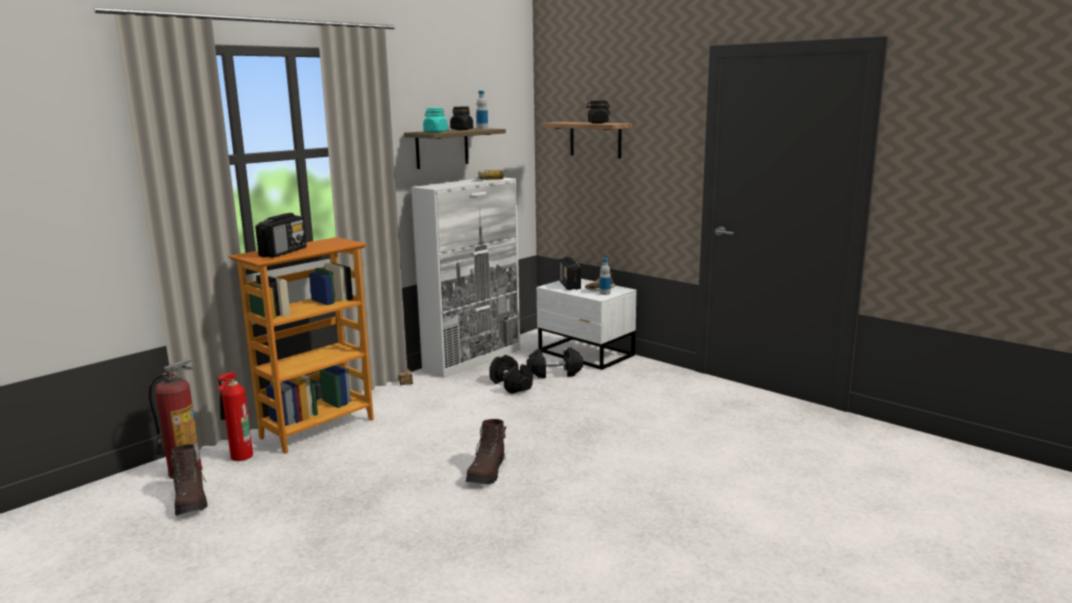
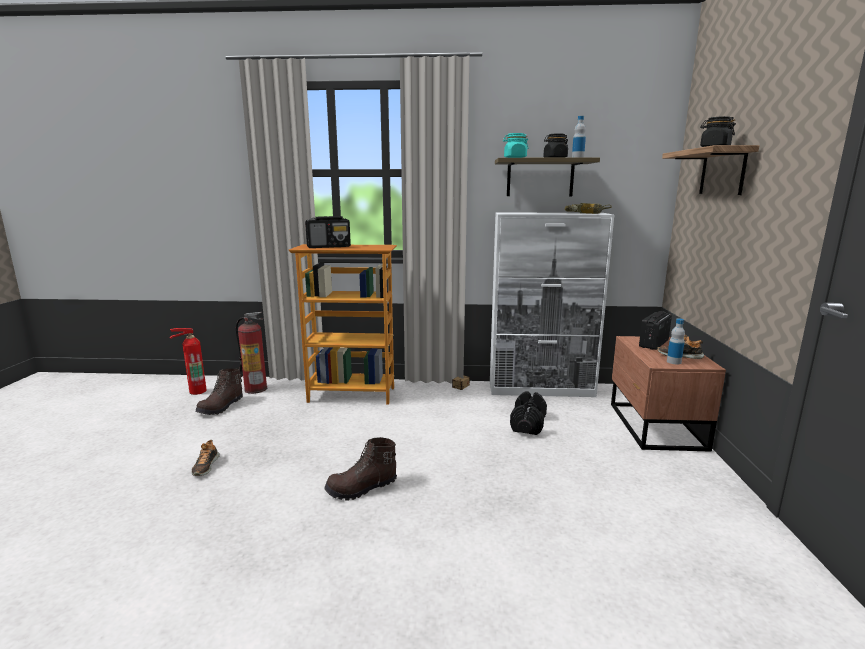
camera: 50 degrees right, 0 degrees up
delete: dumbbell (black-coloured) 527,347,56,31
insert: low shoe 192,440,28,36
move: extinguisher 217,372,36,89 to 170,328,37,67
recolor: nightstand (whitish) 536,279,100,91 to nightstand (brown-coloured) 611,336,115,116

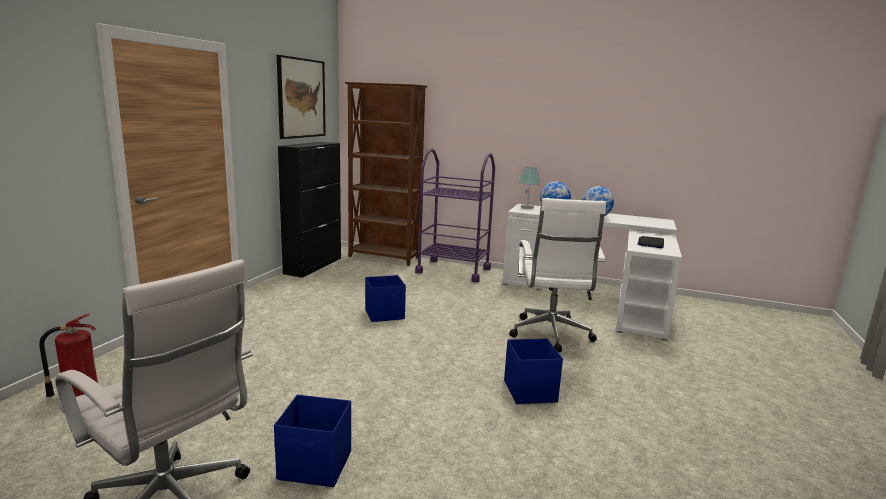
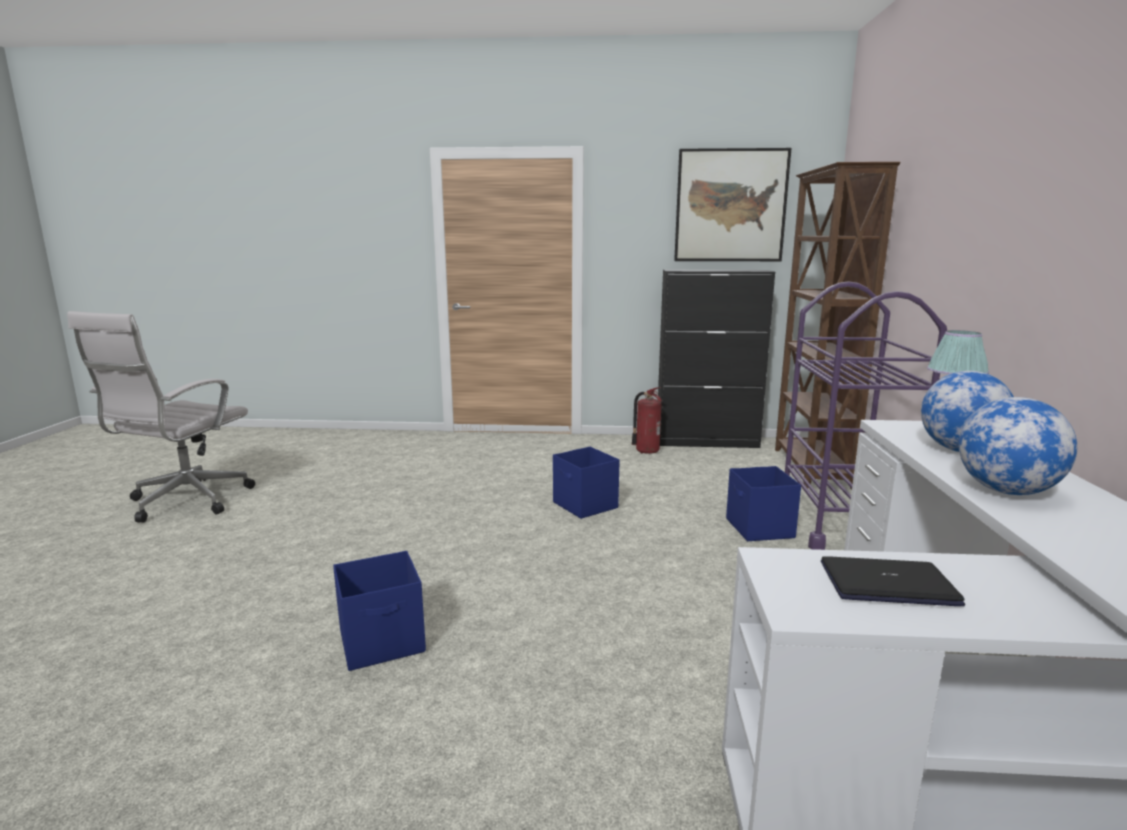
camera: 75 degrees right, 0 degrees up
delete: office chair (whitish) 509,198,97,154
move: extinguisher 39,314,59,83 to 632,387,30,67; storage container (bluish) 274,394,77,93 to 726,466,75,75

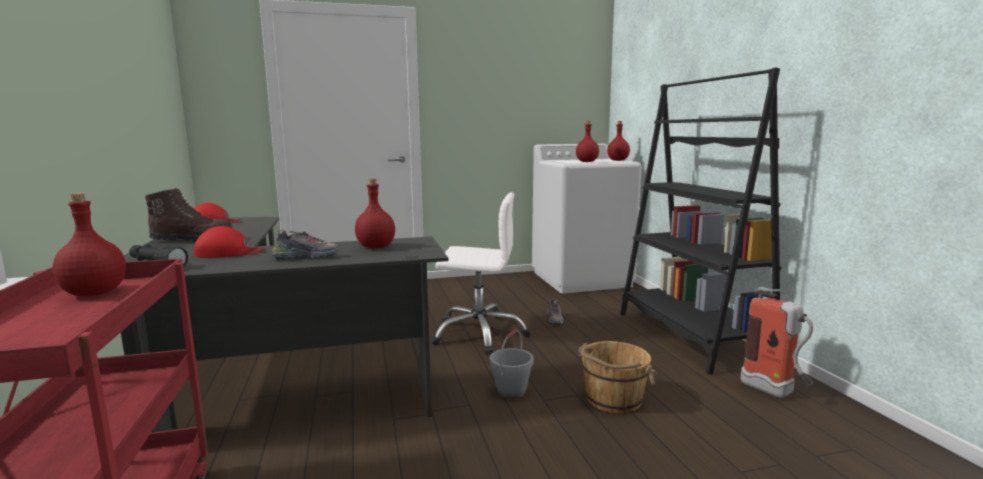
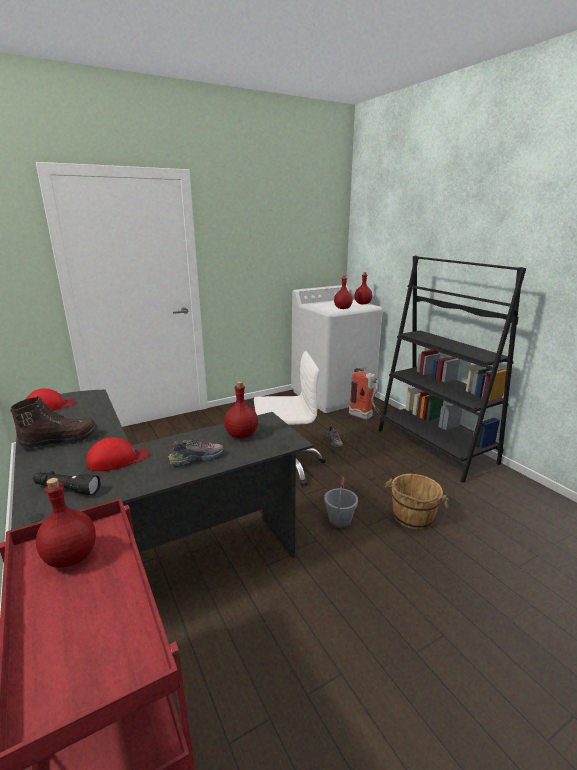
camera: 15 degrees left, 10 degrees up
move: extinguisher 740,287,74,111 to 349,366,31,54

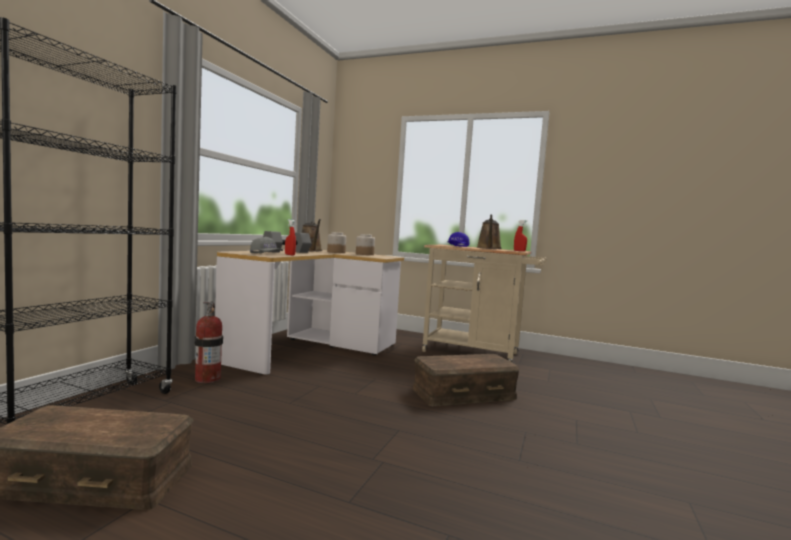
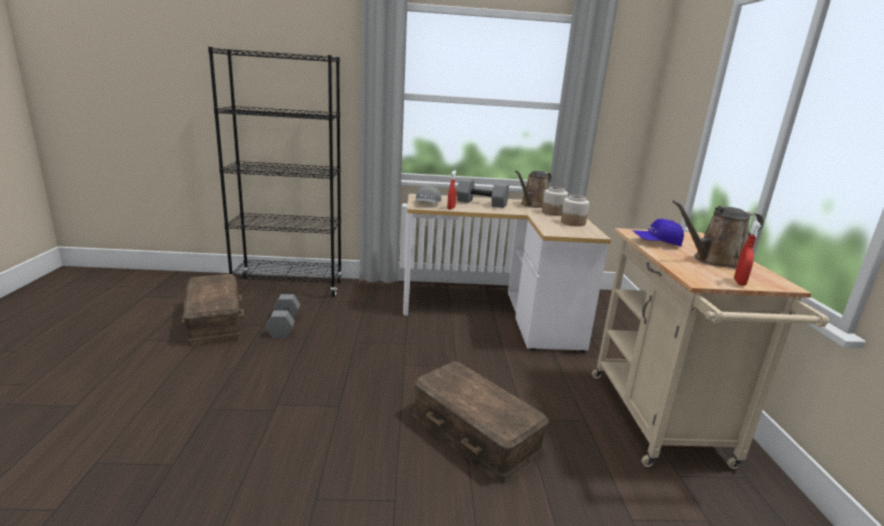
camera: 65 degrees right, 15 degrees up
delete: extinguisher 195,301,28,82
insert: dumbbell (grey) 265,294,35,44

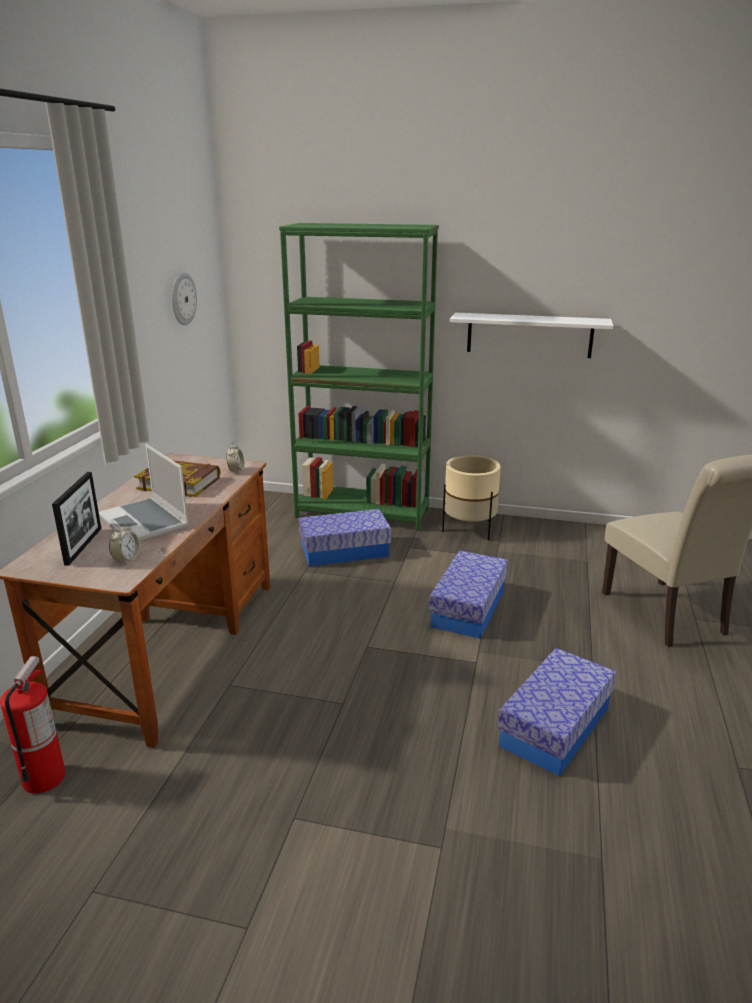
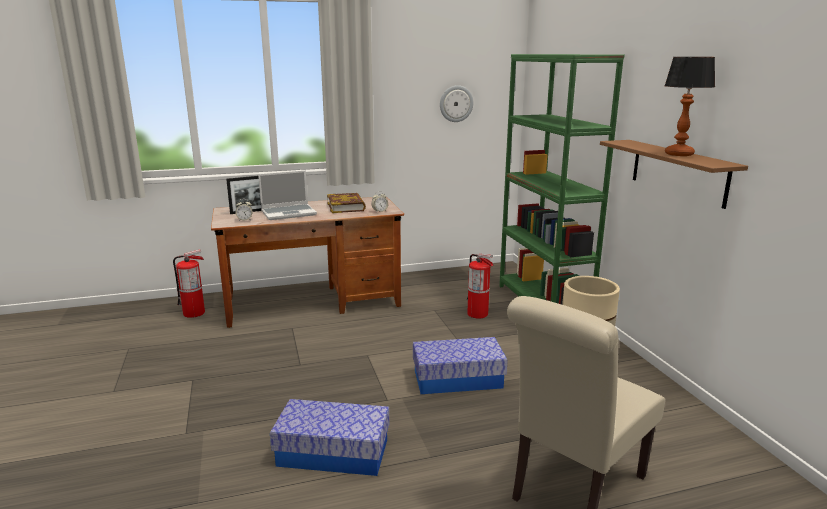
camera: 60 degrees right, 5 degrees down
insert: tabletop lamp 664,57,51,99
replace: storage container 299,509,92,57 to extinguisher 467,254,27,65
recolor: wall shelf (whitish) 450,312,163,46 to wall shelf (brown-coloured) 600,140,148,69
rotate: notebook computer 99,444,90,97 = 258,170,59,50 135 degrees counterclockwise

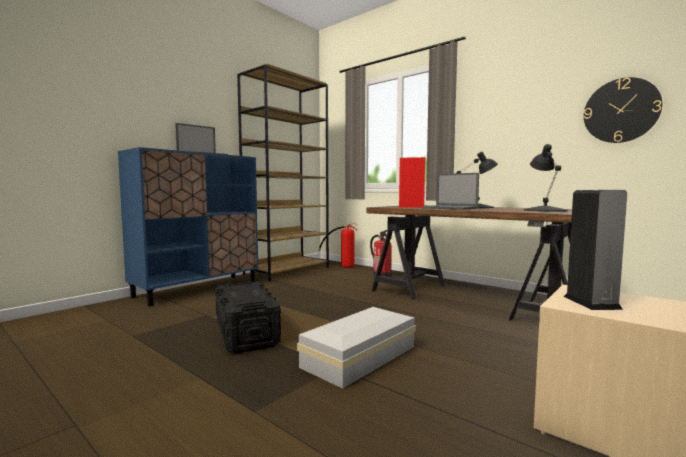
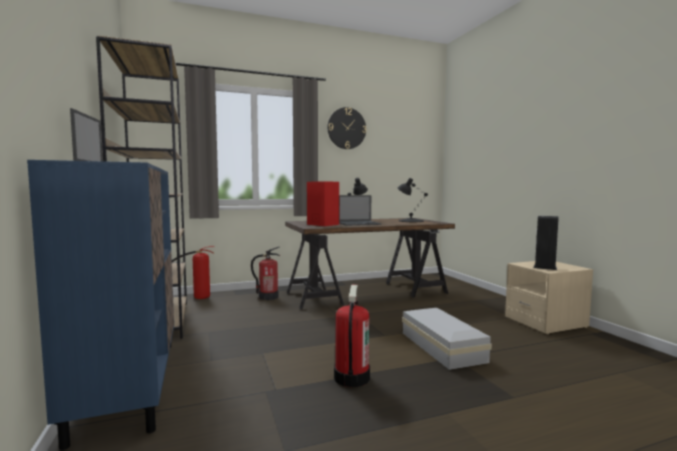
camera: 60 degrees left, 0 degrees up
move: hanging clock 584,77,78,66 to 328,107,38,42
replace: storage container (black-coloured) 215,282,66,71 to extinguisher 334,285,36,102

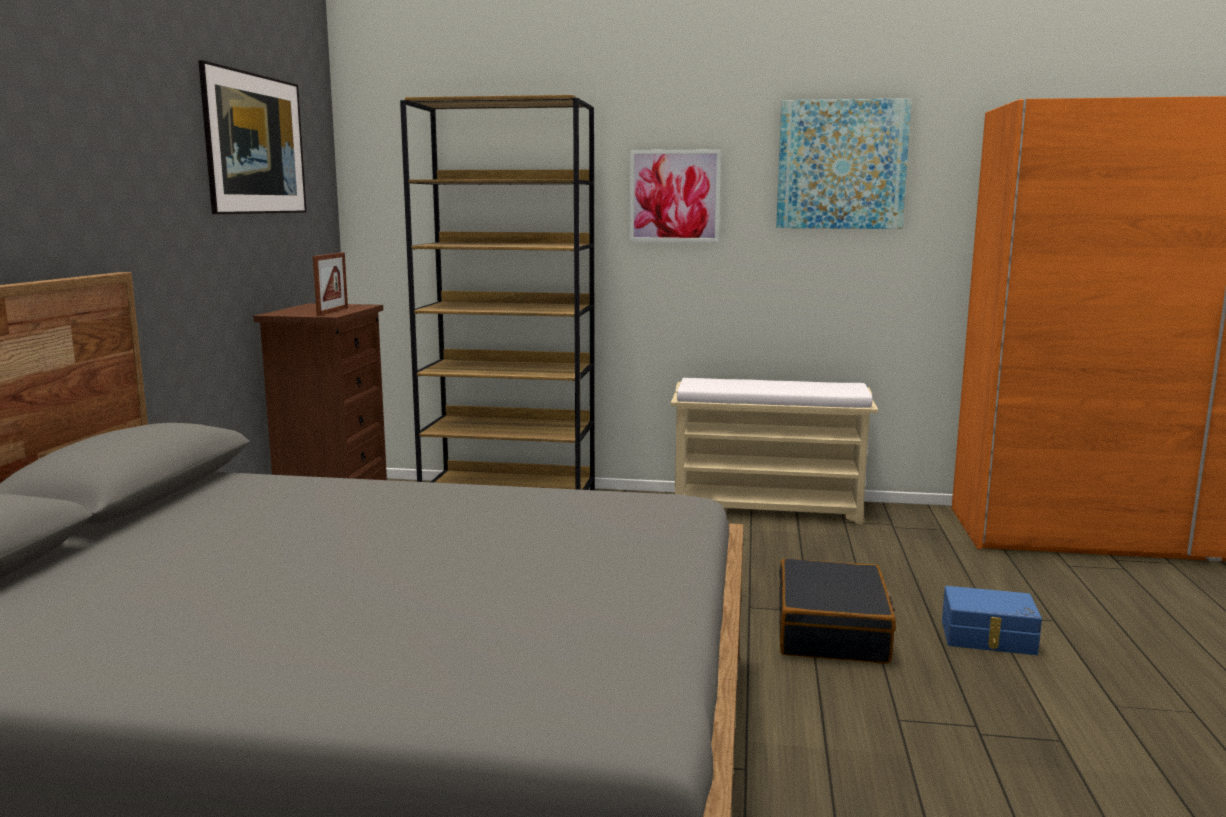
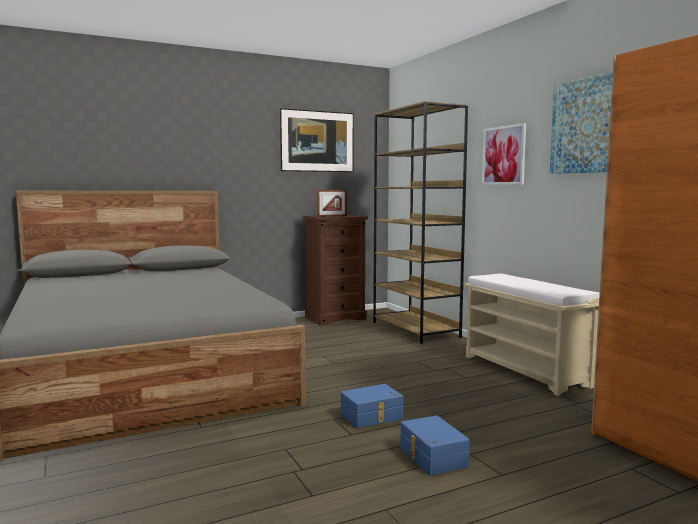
camera: 55 degrees right, 5 degrees down
replace: piece of luggage (black-coloured) 779,558,117,106 to storage container (bluish) 341,384,62,44

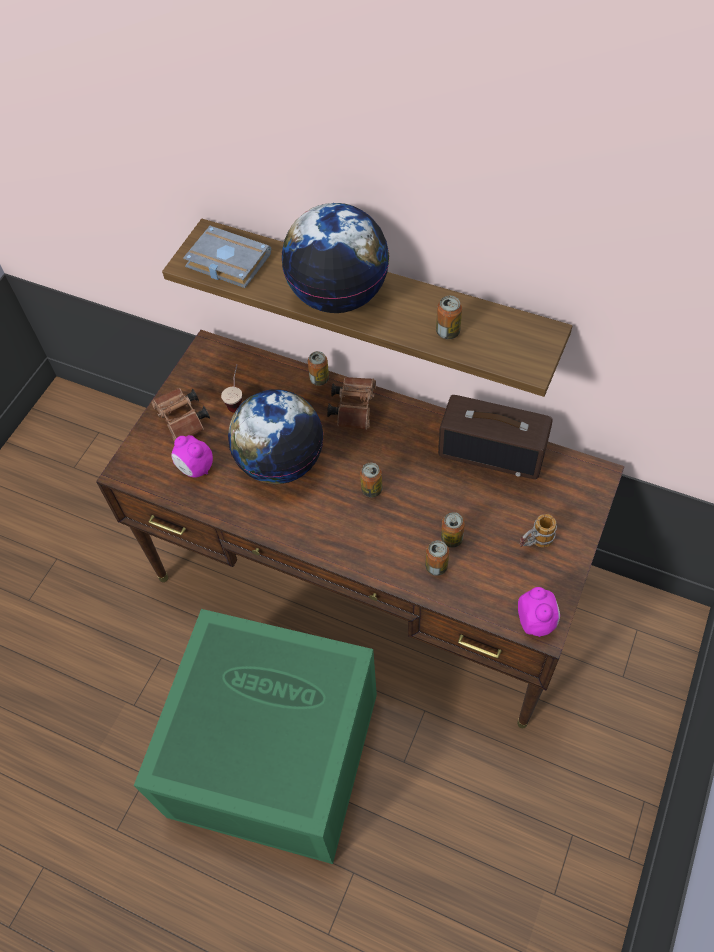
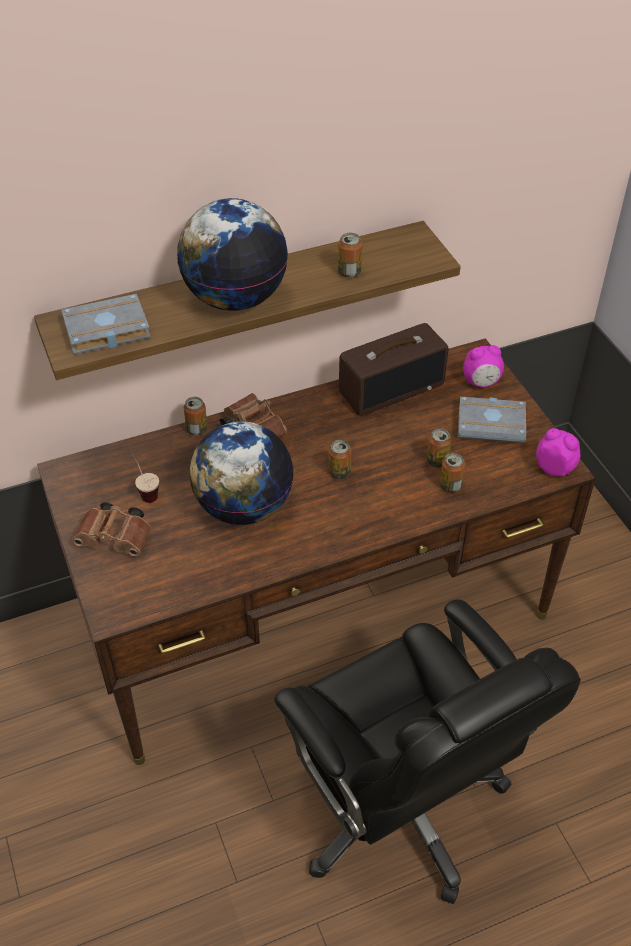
camera: 50 degrees left, 10 degrees down
move: table clock 171,435,42,43 to 463,345,41,42
replace: storage container (green-coloured) 134,609,243,255 to office chair (black-coloured) 275,599,306,305; mug 520,514,37,33 to book (grey) 458,396,68,48

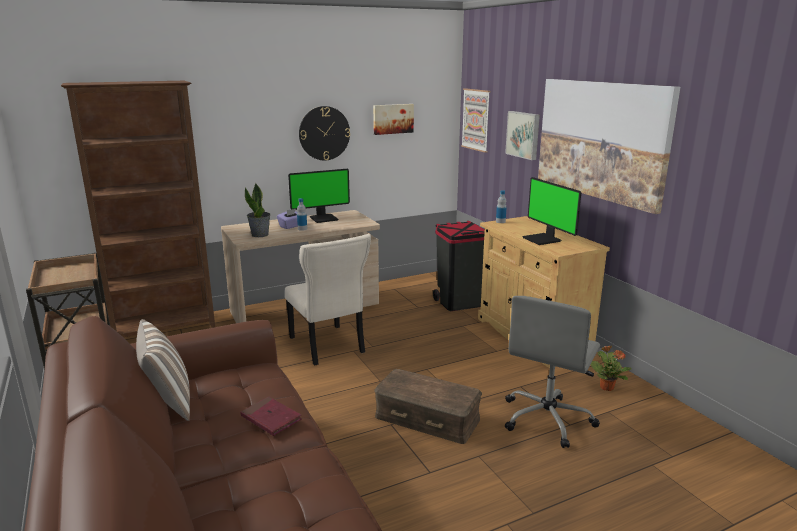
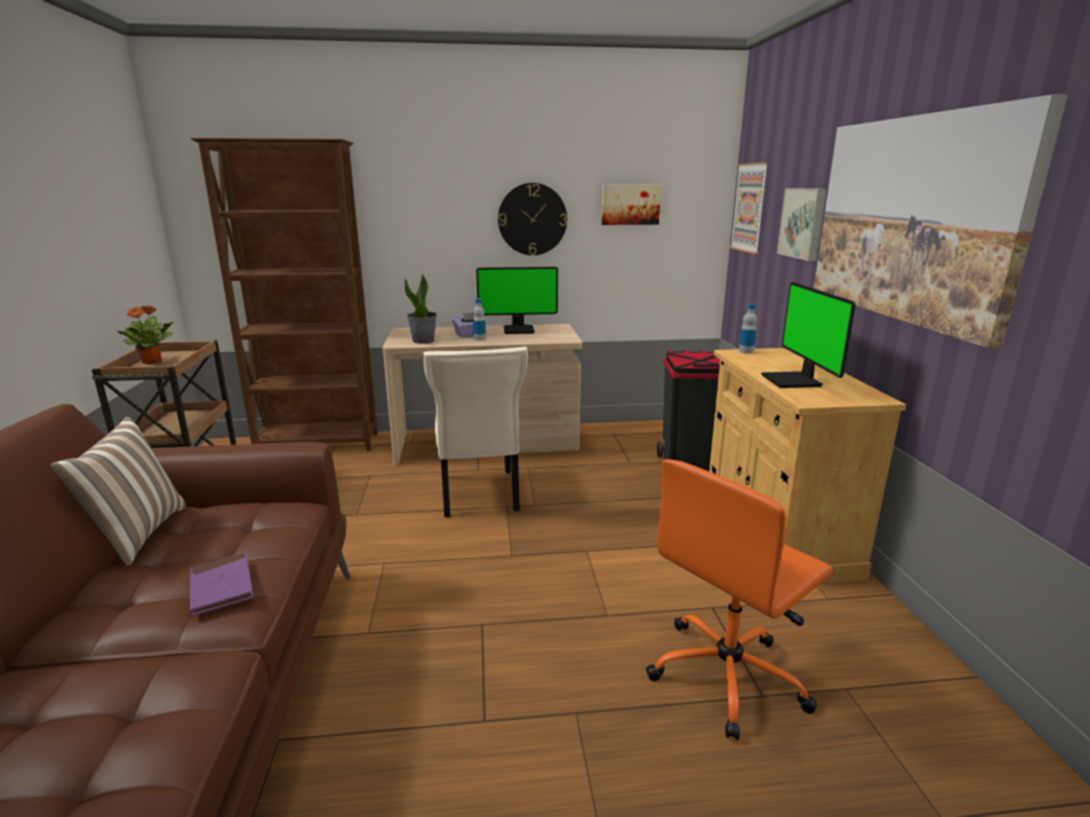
camera: 20 degrees right, 0 degrees up
delete: storage container (brown-coloured) 374,369,108,75
move: houseplant 590,346,42,45 to 116,305,58,59
recolor: book (red) 240,397,62,39 to book (purple) 190,552,64,64; office chair (grey) 505,296,95,152 to office chair (orange) 646,459,187,281

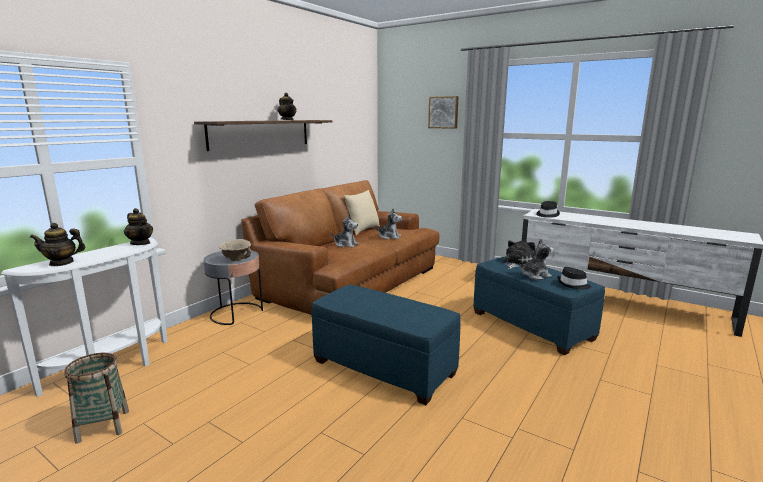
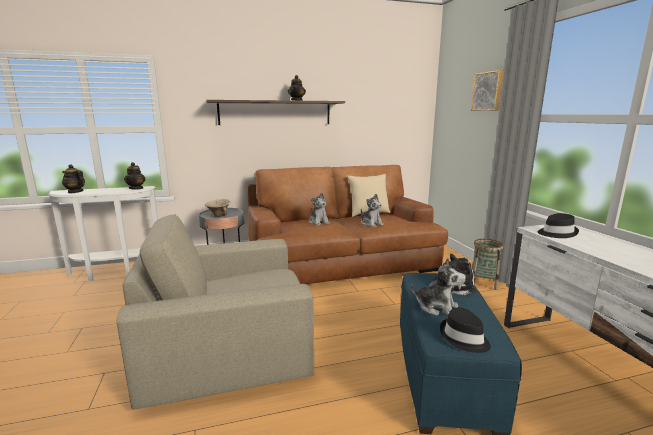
camera: 40 degrees right, 0 degrees up
move: household basket 64,353,65,91 to 472,239,31,51
replace: ottoman (bluish) 311,285,150,120 to lounge chair (sand-coloured) 117,215,197,195

